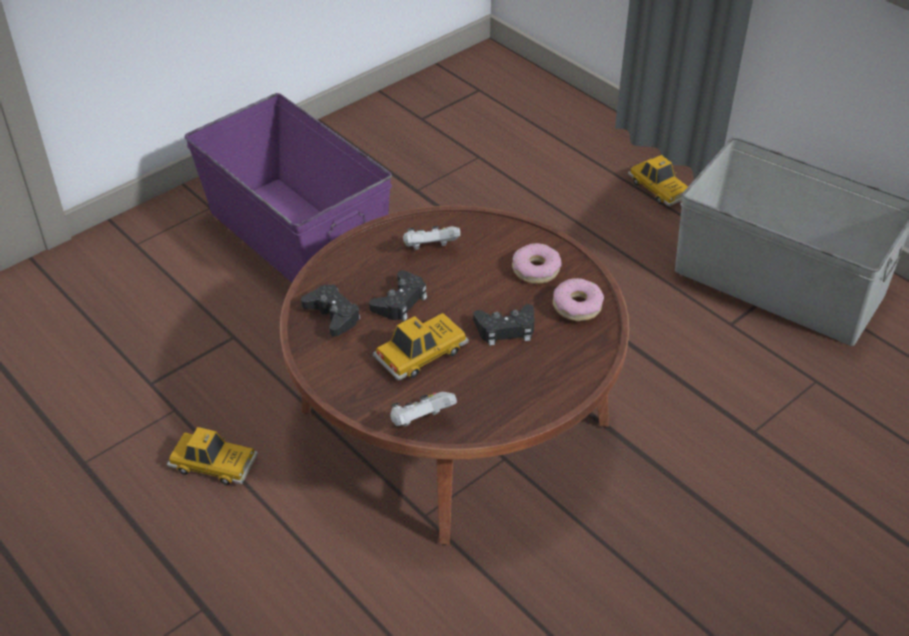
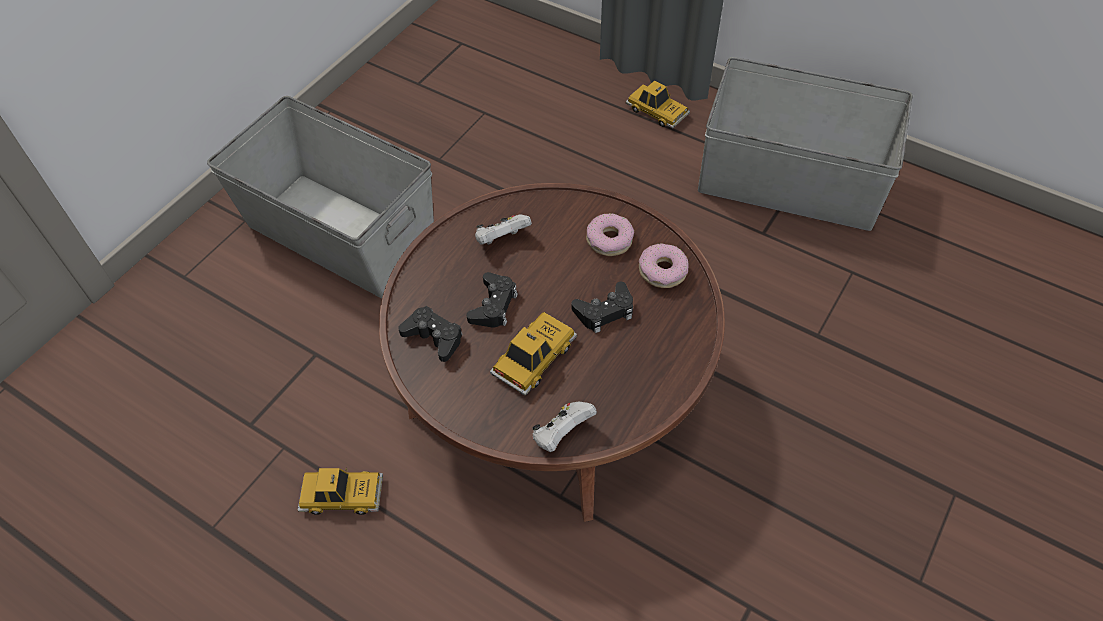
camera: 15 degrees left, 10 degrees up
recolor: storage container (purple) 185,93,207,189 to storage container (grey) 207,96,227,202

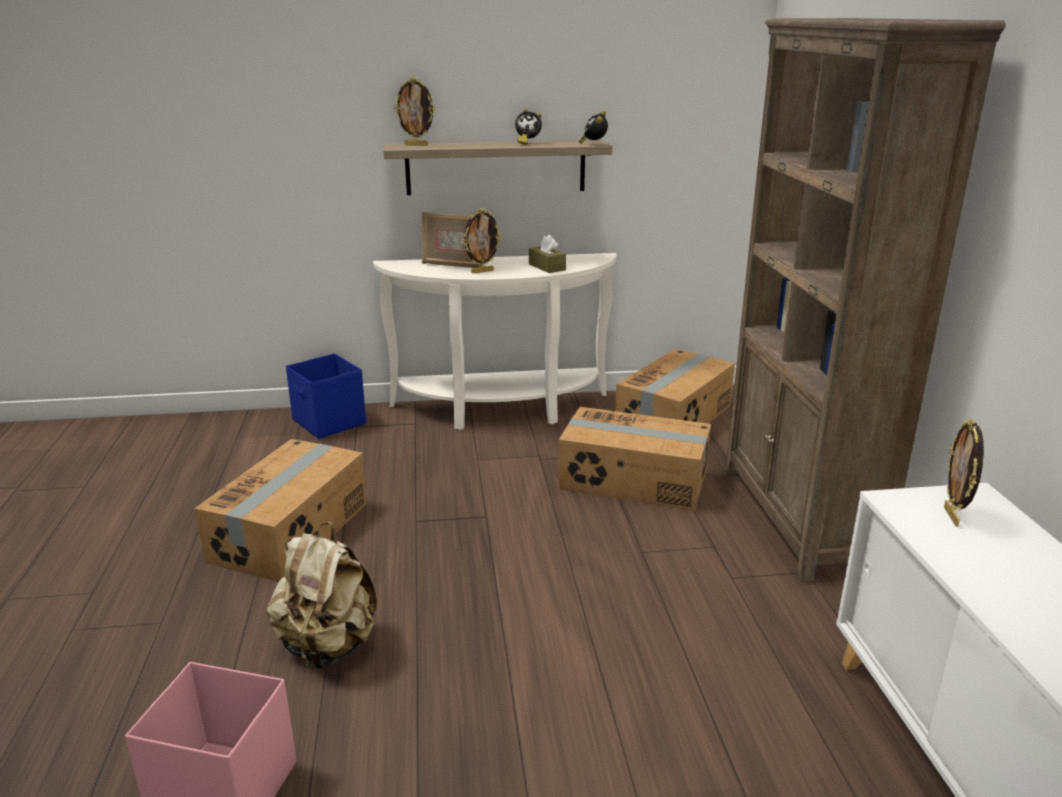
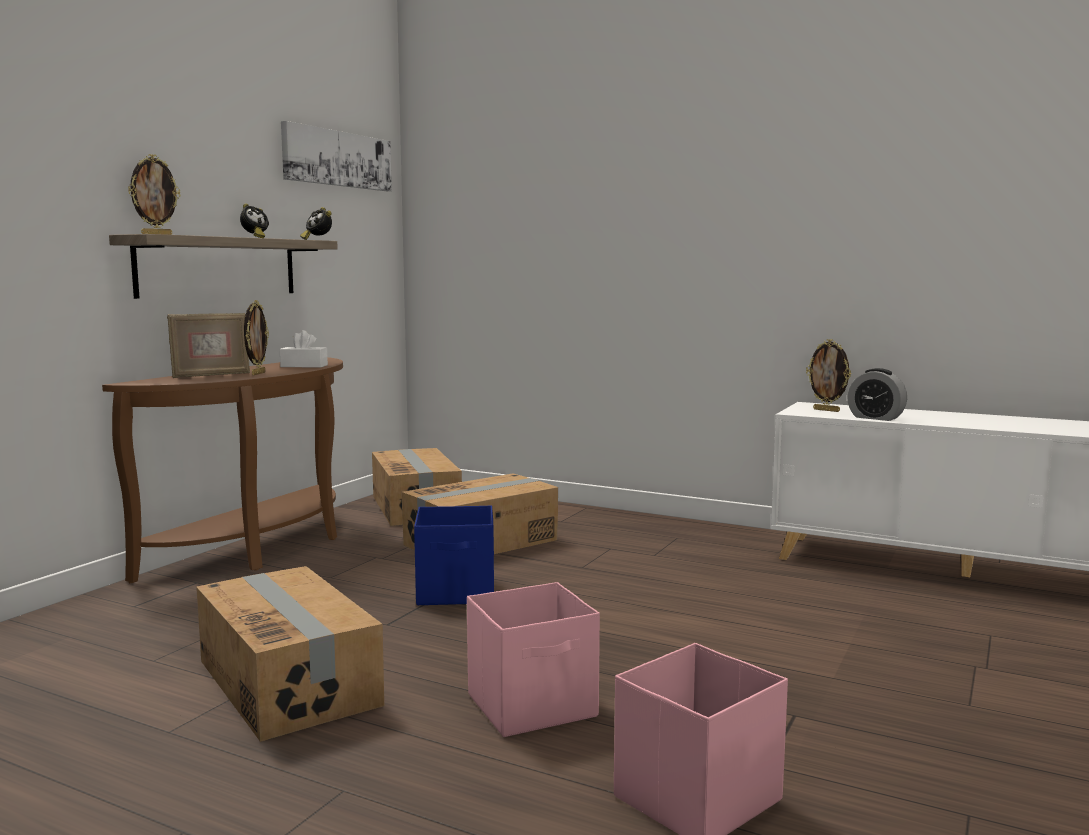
camera: 55 degrees left, 15 degrees down
delete: bookcase (brown-coloured) 725,18,281,565
insert: wall art 281,121,111,70; table clock 847,368,60,53
move: storage container (bluish) 286,354,80,85 to 414,506,80,99
replace: knapsack (sand-coloured) 266,522,111,147 to storage container (pink) 467,582,133,155
recolor: narrow table (whitish) 373,253,244,177 to narrow table (brown-coloured) 102,357,241,226; tissue holder (brown-coloured) 529,235,37,38 to tissue holder (whitish) 280,330,48,38

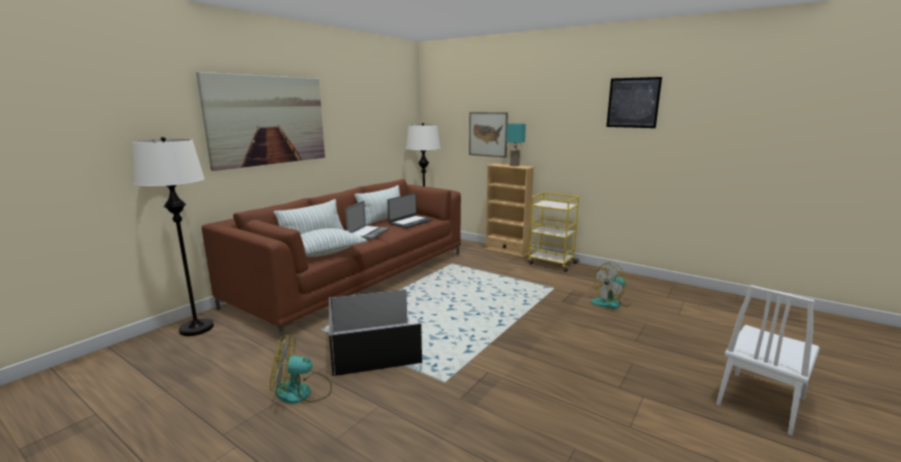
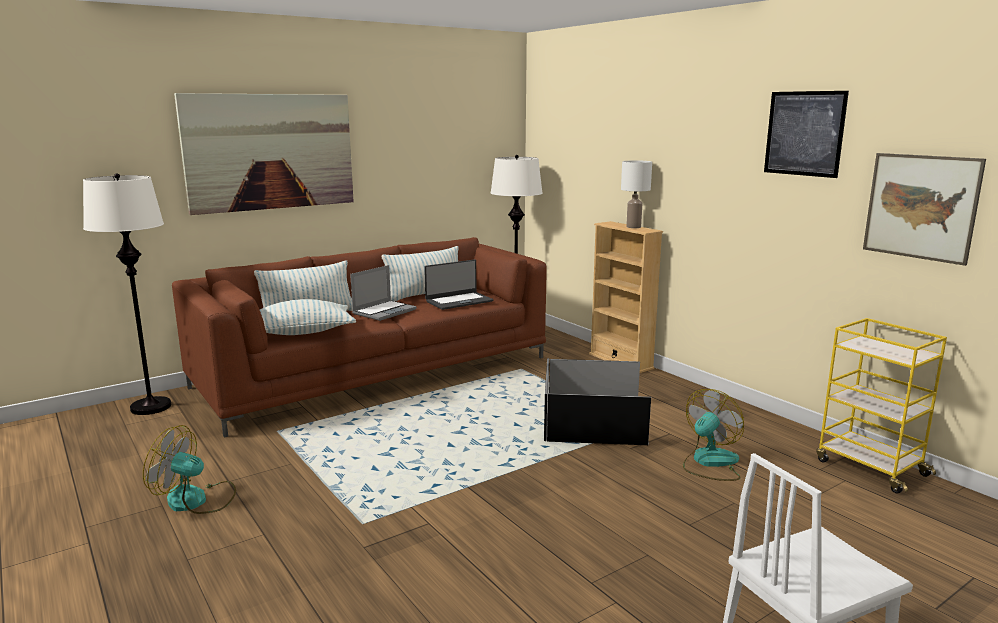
camera: 20 degrees right, 0 degrees up
move: storage container (black-coloured) 329,289,94,87 to 544,358,107,87; wall art 469,112,39,46 to 863,153,123,113; trolley (yellow-coloured) 528,192,52,80 to 816,318,131,176
recolor: tabletop lamp (turquoise) 506,124,20,42 to tabletop lamp (whitish) 621,160,31,68
rotate: electric fan 591,262,40,47 = 683,389,61,92 135 degrees clockwise

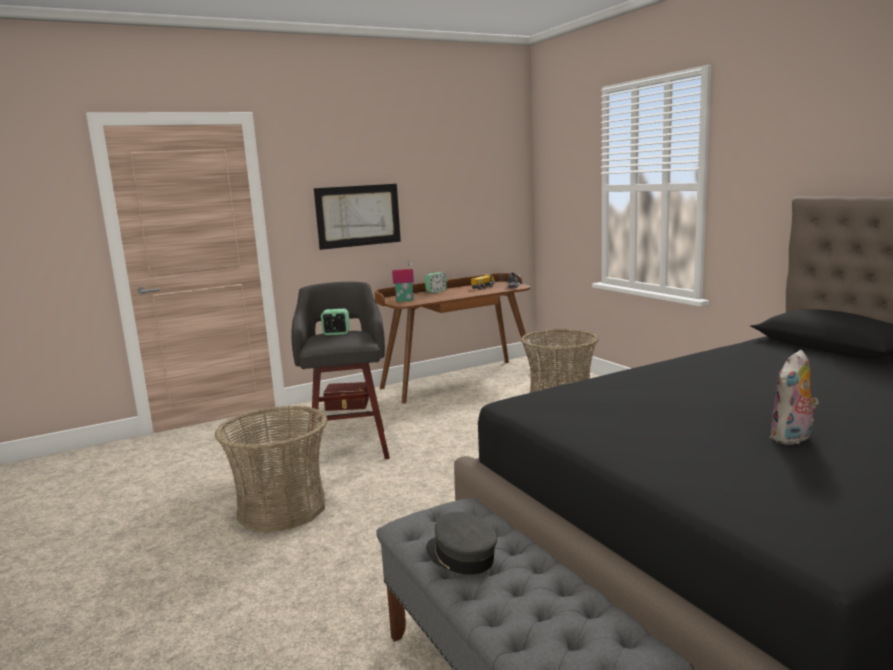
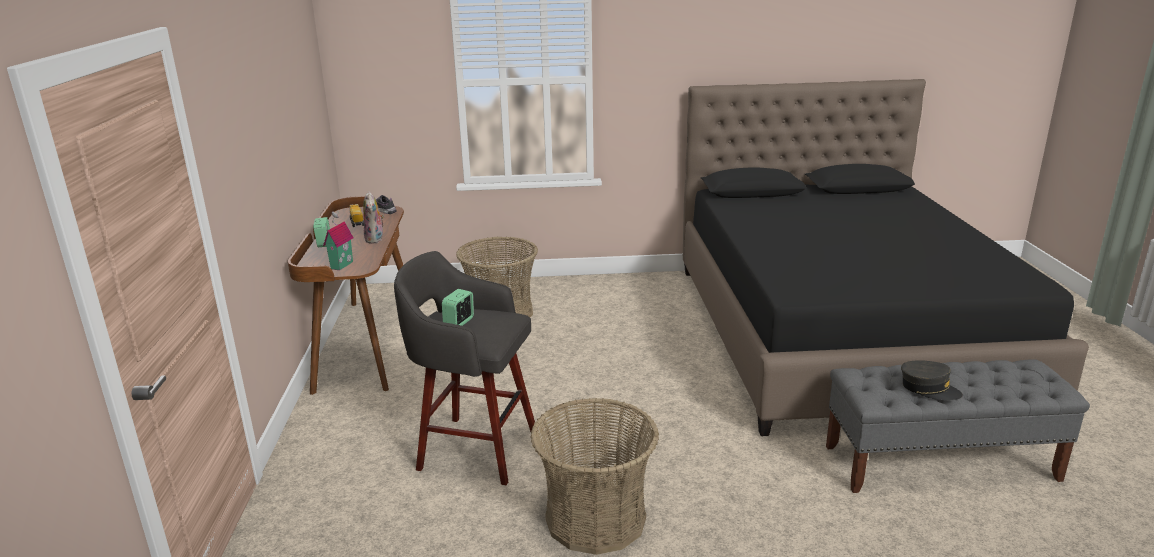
camera: 65 degrees left, 10 degrees up
delete: wall art 314,184,87,66; storage container (brown-coloured) 323,382,46,29
move: cuddly toy 769,350,50,95 to 363,191,22,53
rotate: peaked cap (grey) 426,512,71,63 = 901,360,62,40 135 degrees counterclockwise

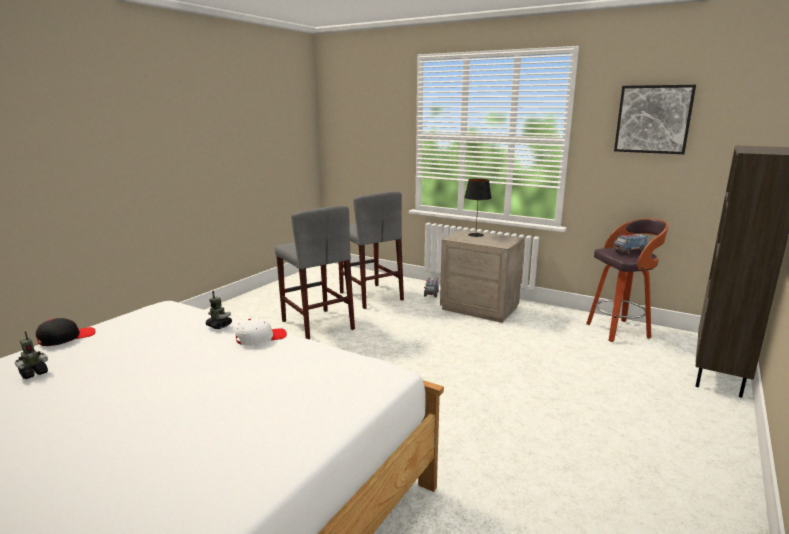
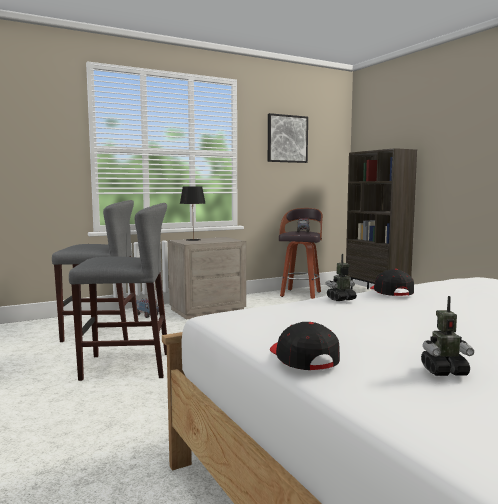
camera: 60 degrees left, 10 degrees down
recolor: peaked cap (whitish) 235,318,52,28 to peaked cap (black-coloured) 370,269,44,27
rotate: model robot 15,331,33,48 = 421,296,53,80 105 degrees clockwise

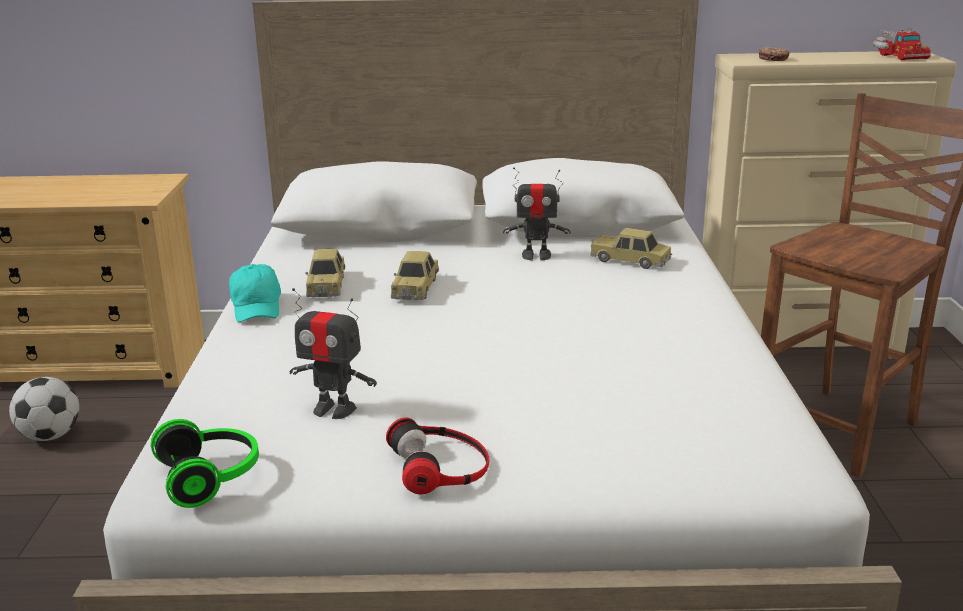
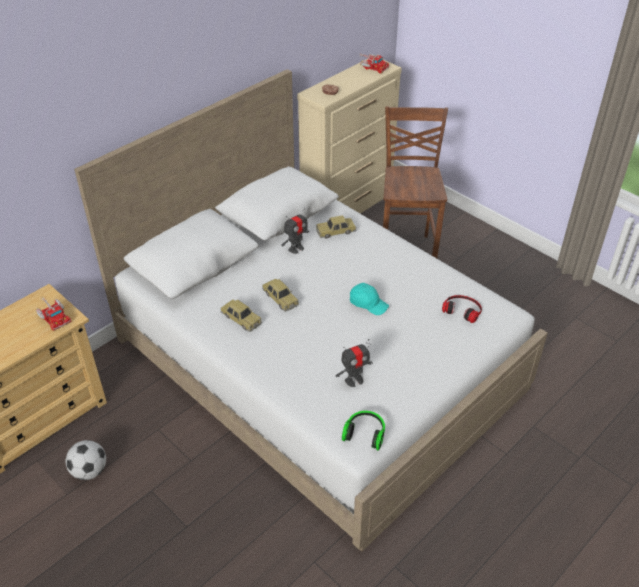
camera: 45 degrees left, 20 degrees up
insert: toy truck 36,297,35,33
move: peaked cap (turquoise) 229,264,52,58 to 350,283,39,32; headset 386,417,103,77 to 442,295,40,28

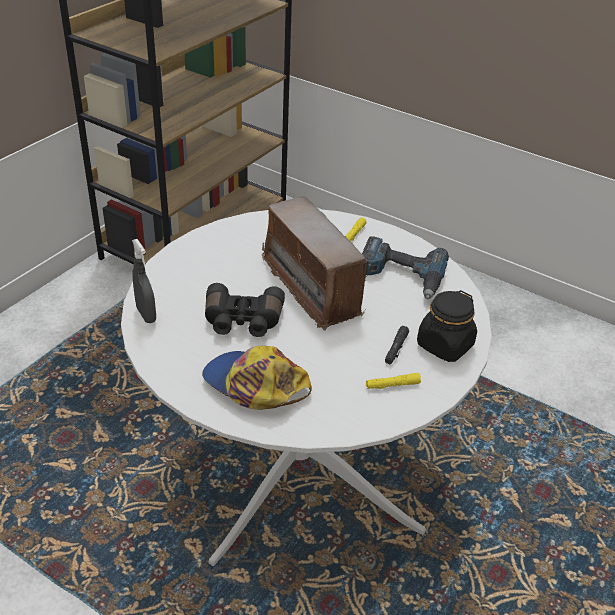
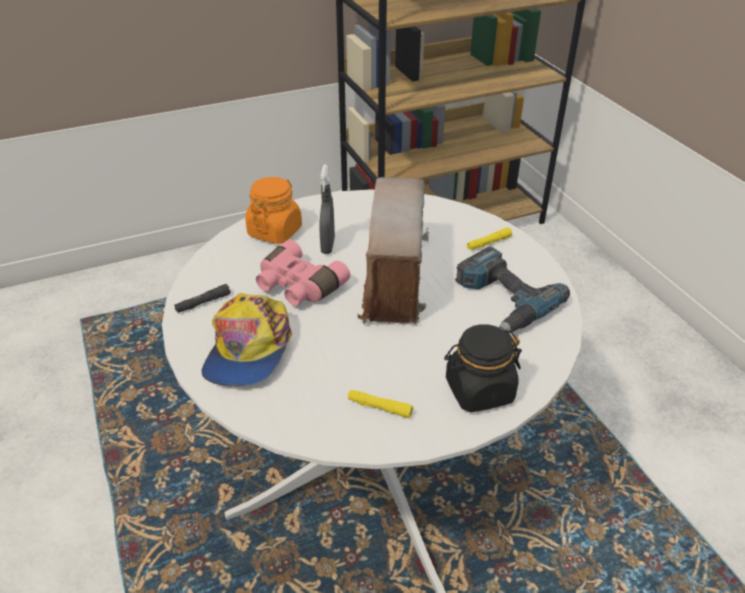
camera: 35 degrees right, 0 degrees up
insert: preserve jar (orange) 245,177,57,67
move: hand sprayer (grey) 132,239,24,84 to 319,165,16,89; torch (black-coloured) 385,326,24,38 to 174,284,57,29
recolor: binoculars (black-coloured) 205,283,80,54 to binoculars (pink) 256,240,94,66
rotate: peaked cap 202,346,110,64 = 202,293,90,93 150 degrees counterclockwise

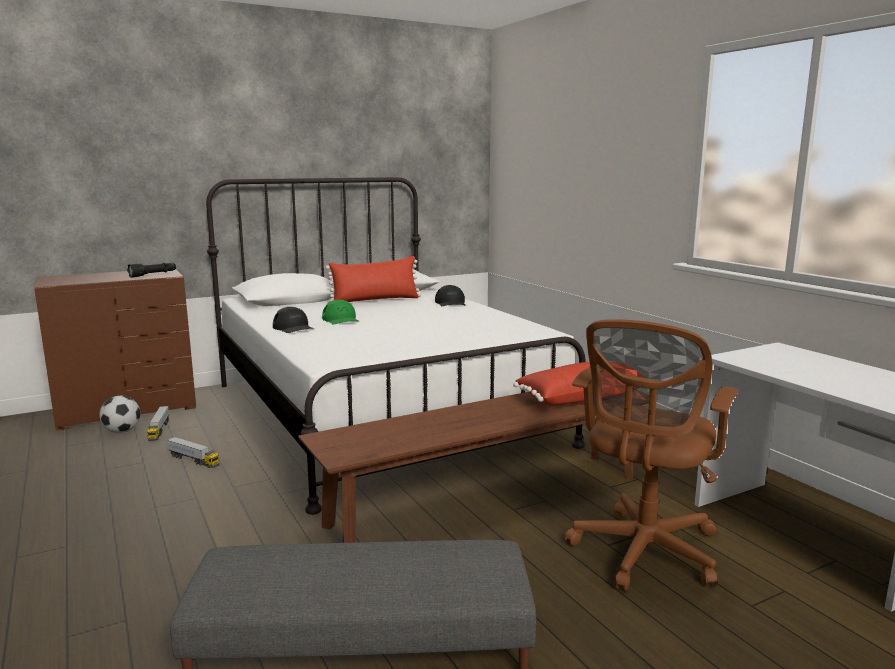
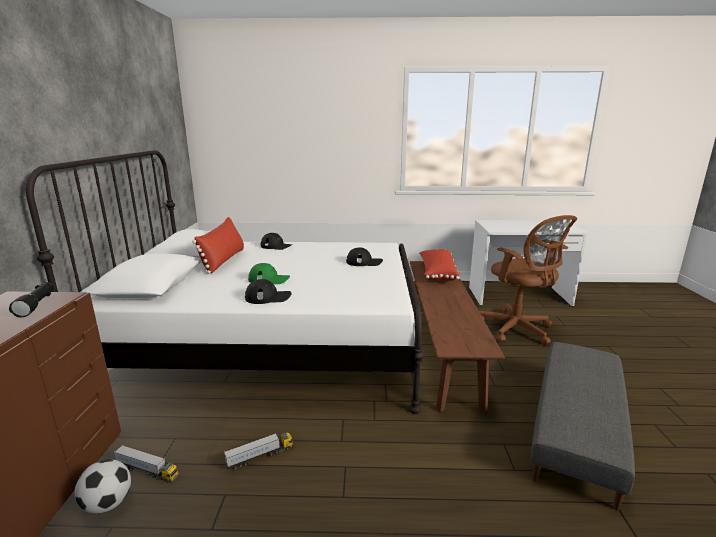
camera: 60 degrees left, 5 degrees up
insert: peaked cap (black-coloured) 346,247,37,19

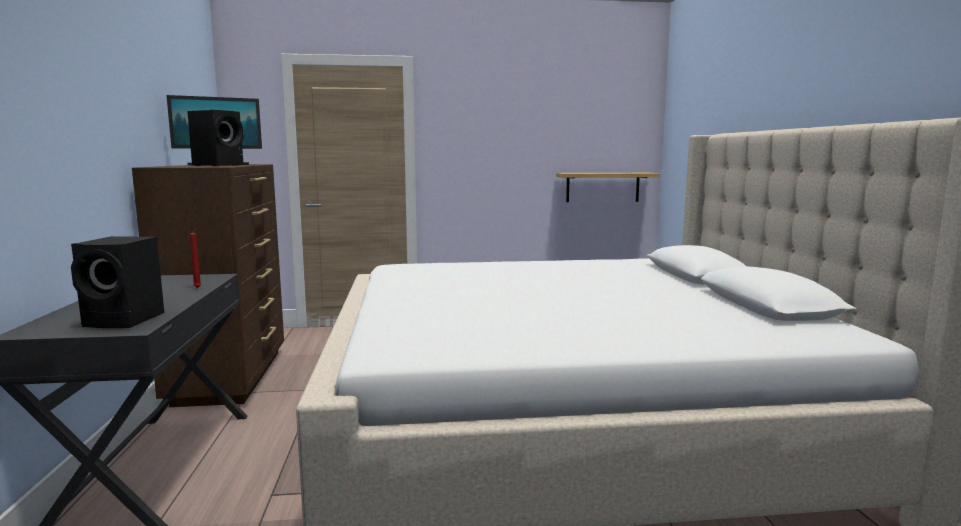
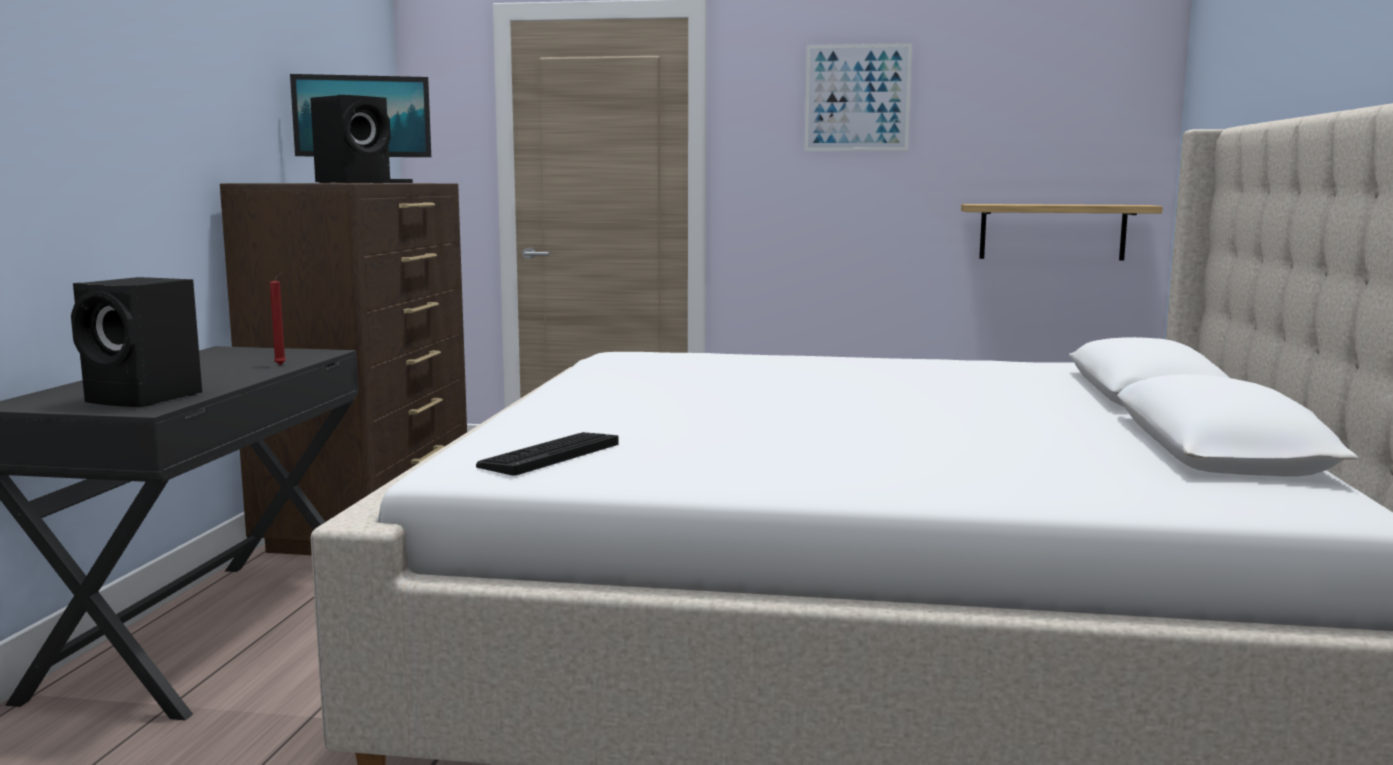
camera: 15 degrees right, 0 degrees up
insert: PC keyboard 476,432,143,44; wall art 804,43,108,108

